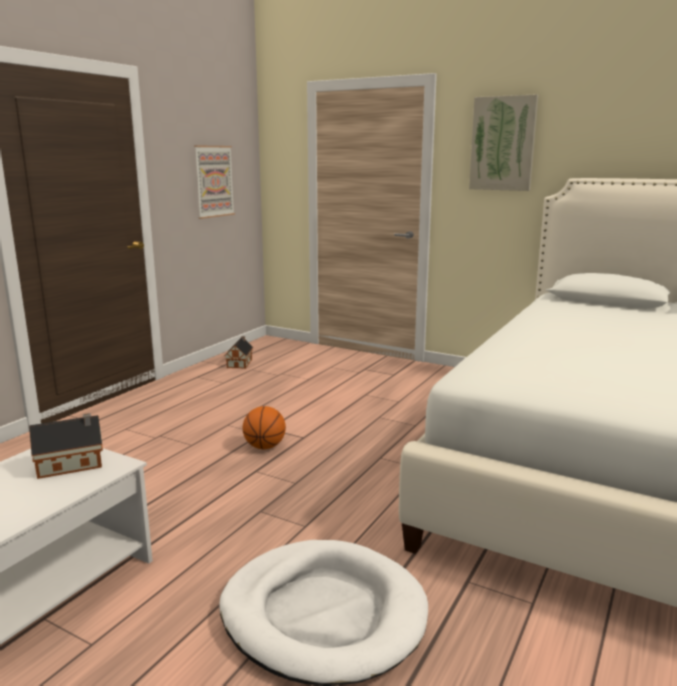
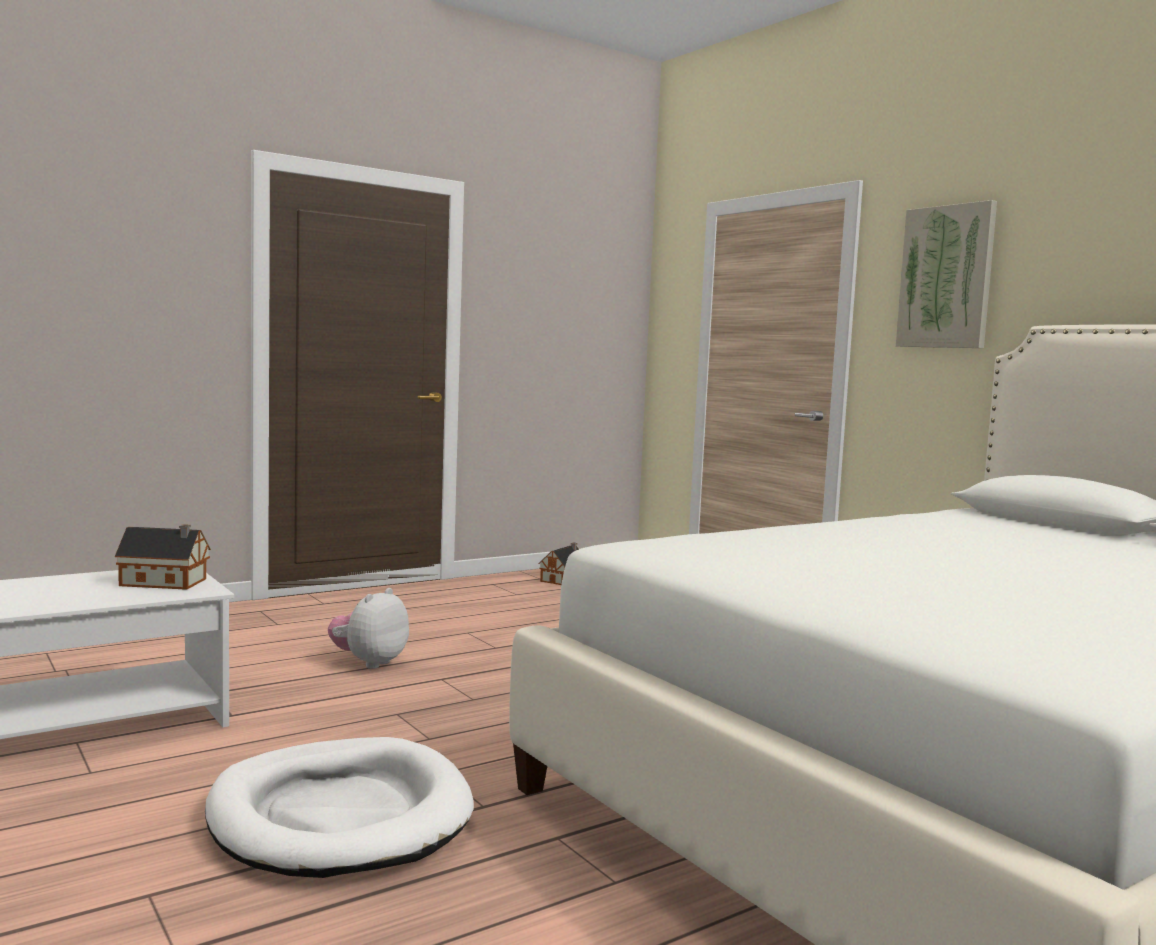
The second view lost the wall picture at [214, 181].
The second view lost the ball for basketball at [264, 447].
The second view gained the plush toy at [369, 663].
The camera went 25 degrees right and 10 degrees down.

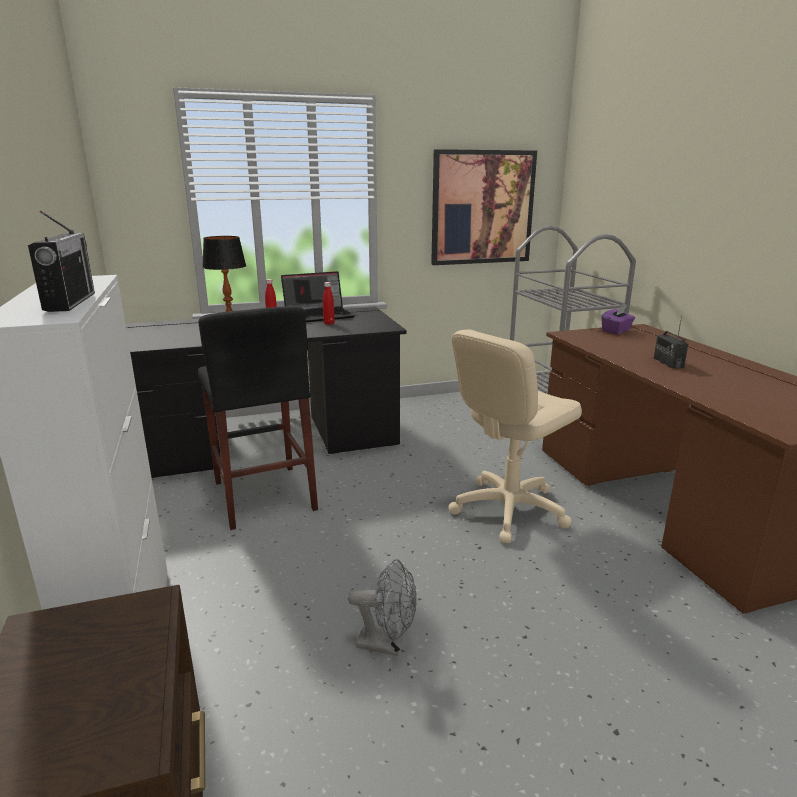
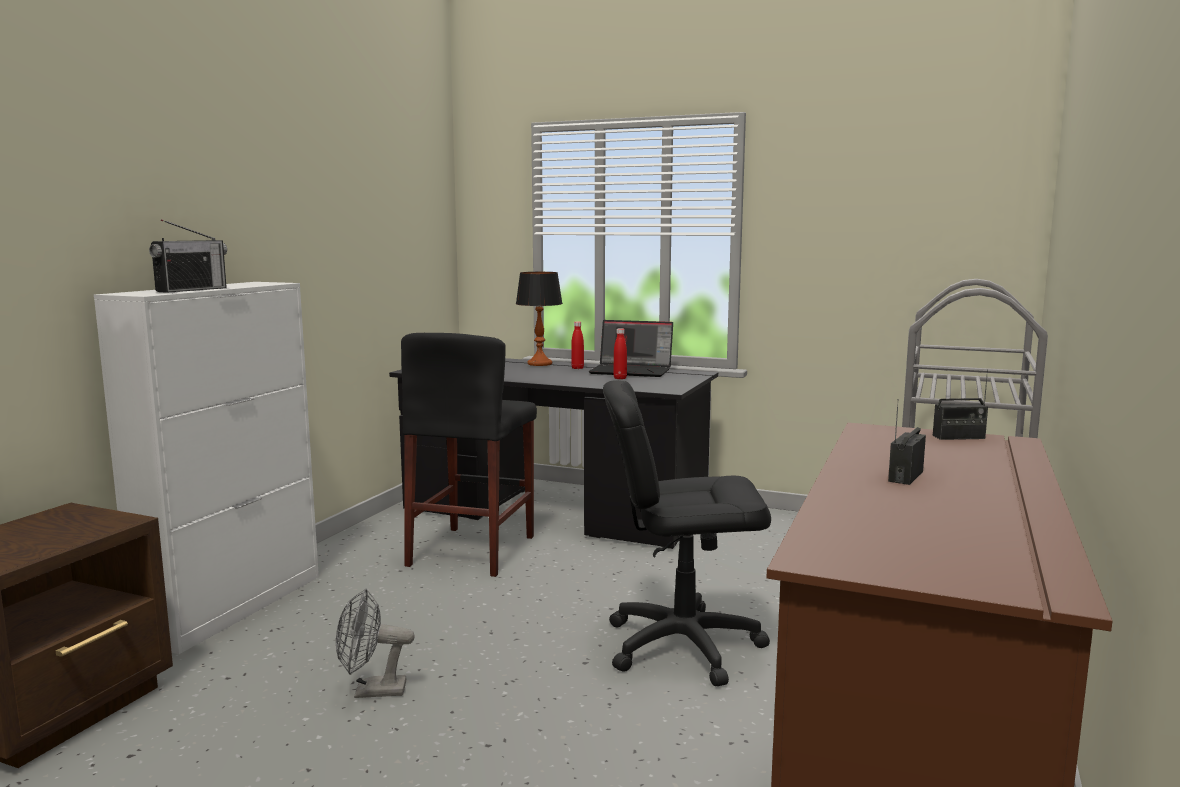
The second view lost the wall picture at [482, 208].
Where the purple-coloured box of tissues stood at [616, 331], the radio receiver came to stand at [958, 437].
What was the sand-coloured computer chair at [508, 509] turned into the black computer chair at [682, 645].
The greyish fan at [387, 644] ended up facing another way, 120 degrees clockwise from before.
The camera went 40 degrees right and 10 degrees down.

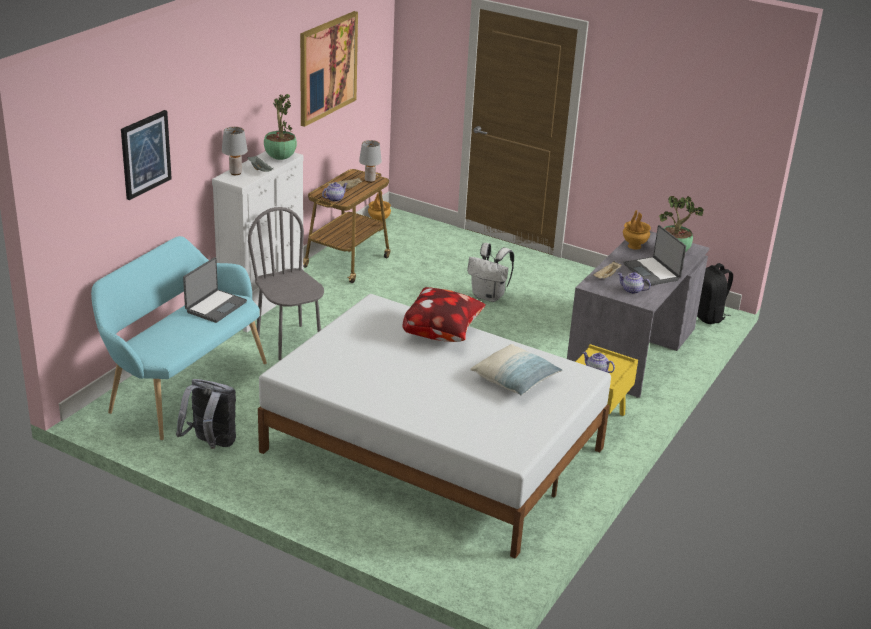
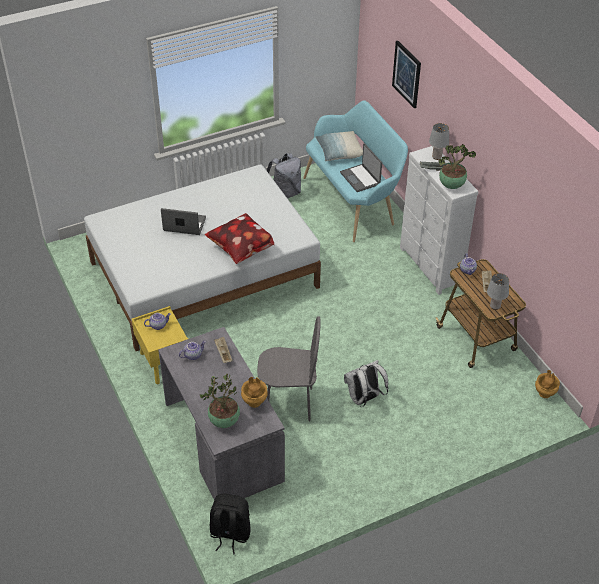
The second view lost the wall picture at [327, 67].
The greyish upright chair ended up elsewhere, having gone from [289, 342] to [289, 403].
The portable computer ended up elsewhere, having gone from [652, 272] to [184, 225].
The throw pillow ended up elsewhere, having gone from [515, 380] to [339, 152].
The camera went 125 degrees right and 15 degrees up.

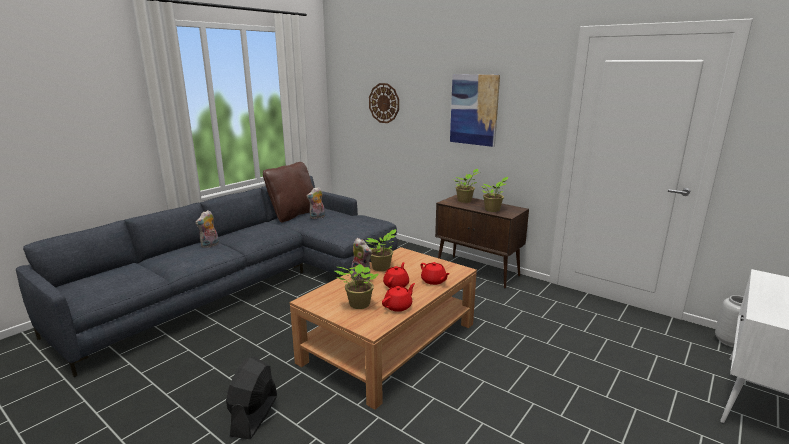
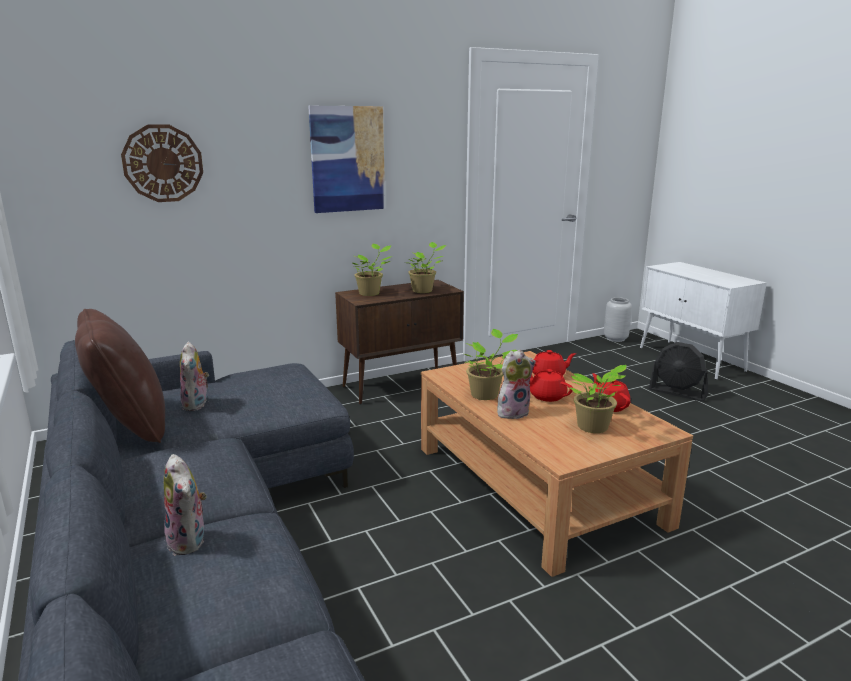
The black fan ended up elsewhere, having gone from [254, 415] to [677, 392].
The camera went 65 degrees left and 0 degrees up.

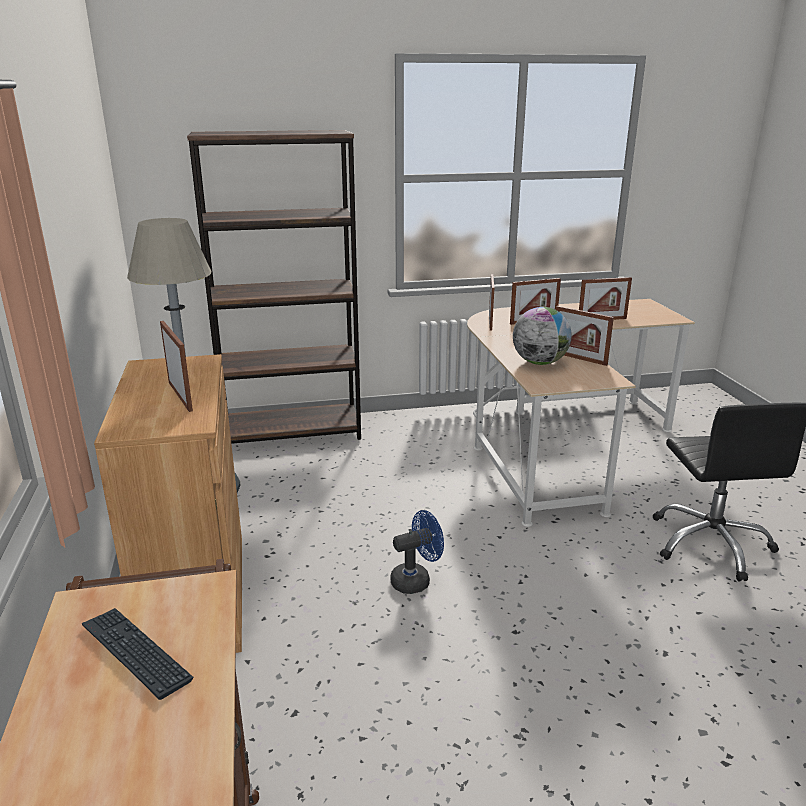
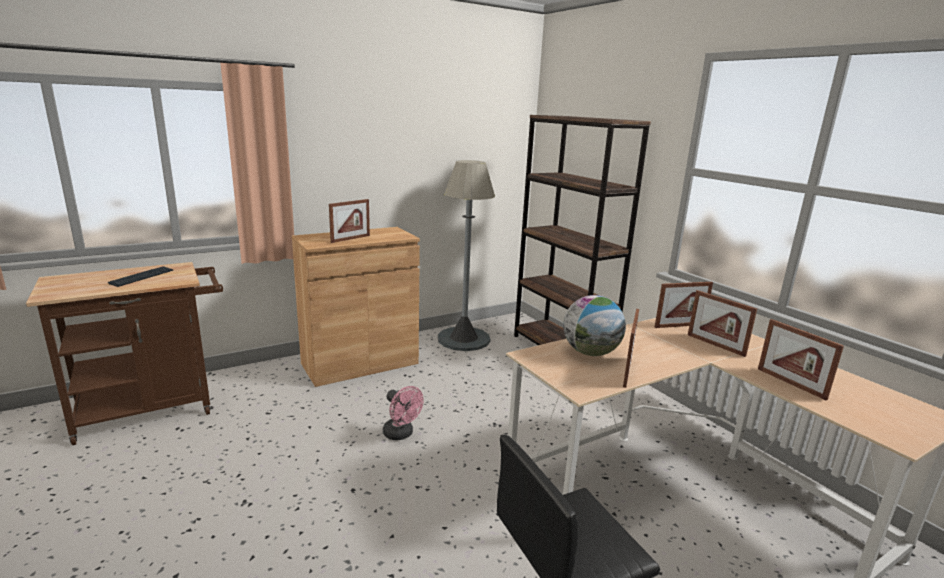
What was the blue-coloured fan at [416, 580] turned into the pink fan at [401, 434].
The camera went 70 degrees right and 5 degrees down.

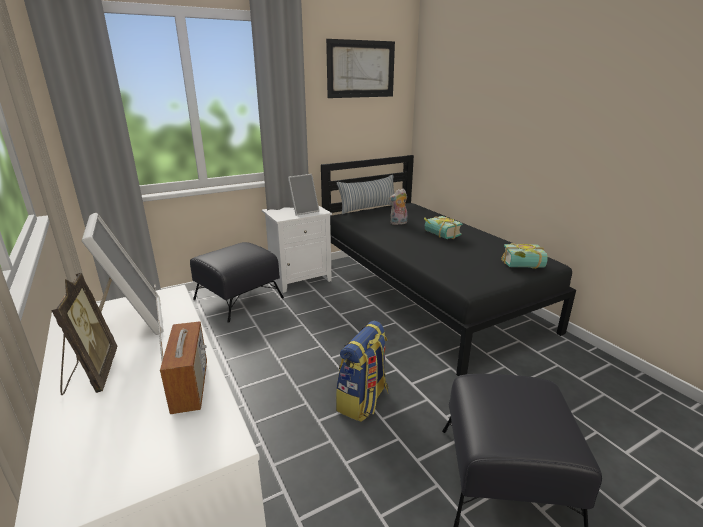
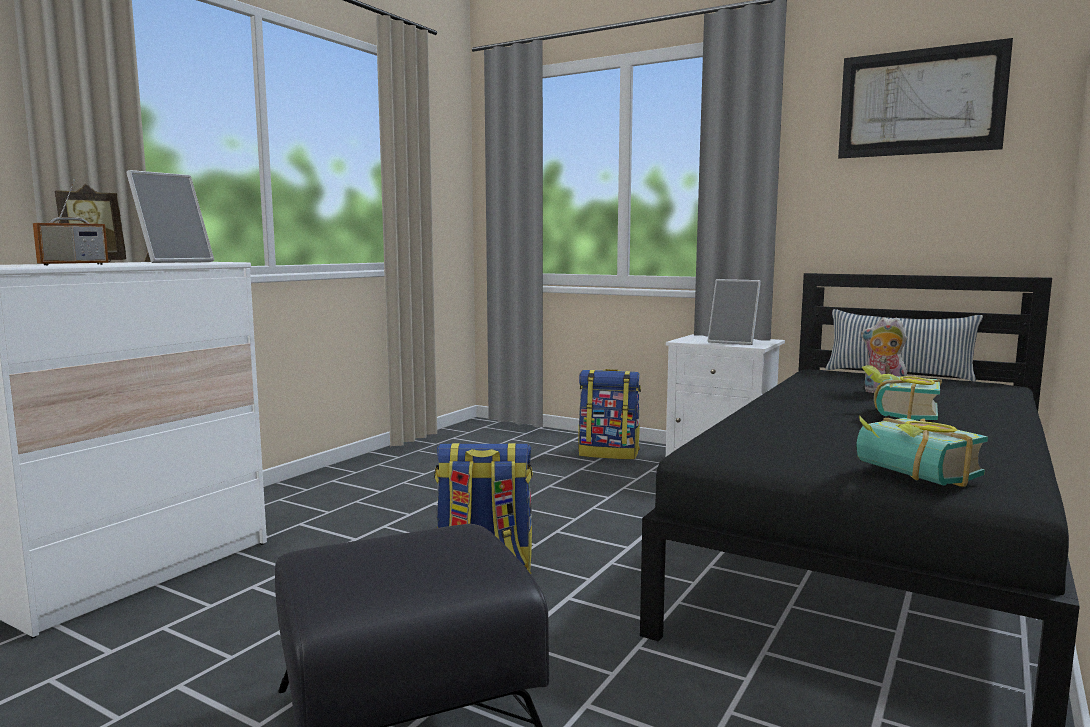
Where the black ottoman stood at [239, 298], the backpack came to stand at [609, 453].
The camera went 60 degrees right and 15 degrees down.

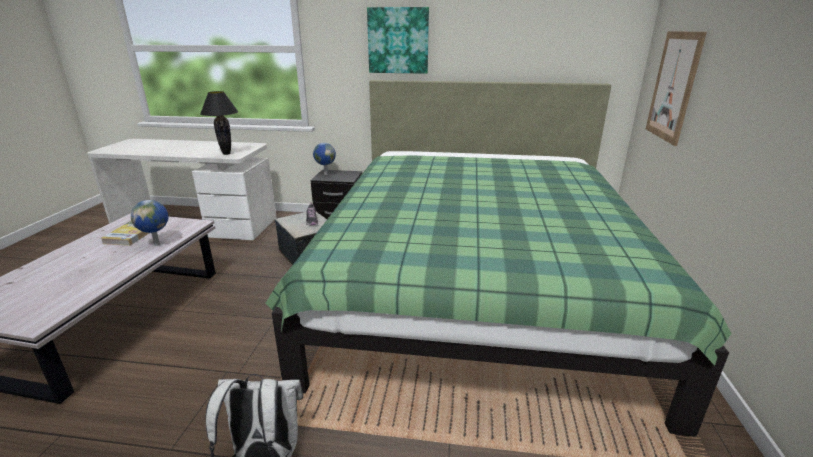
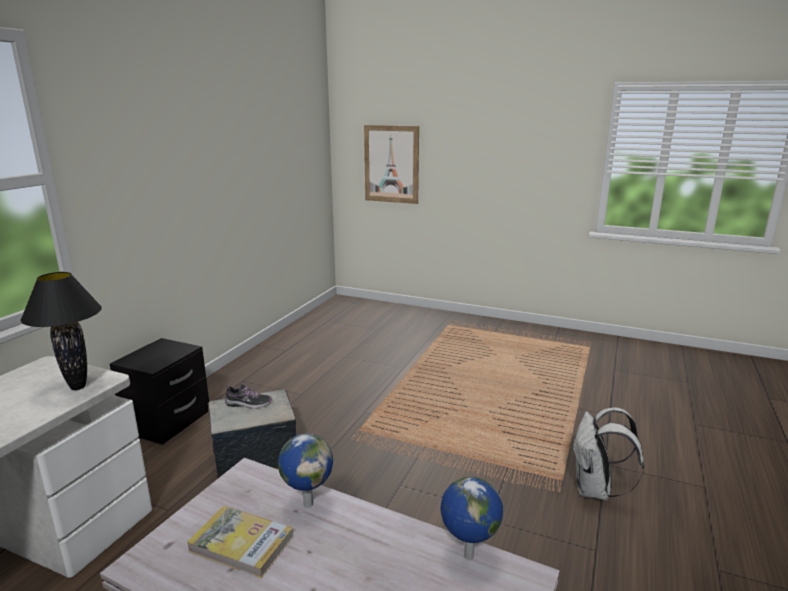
The second view lost the wall picture at [398, 40].
The second view lost the green-coloured sleeping bed at [475, 287].
The globe ended up elsewhere, having gone from [325, 174] to [467, 556].
The camera went 75 degrees left and 5 degrees down.

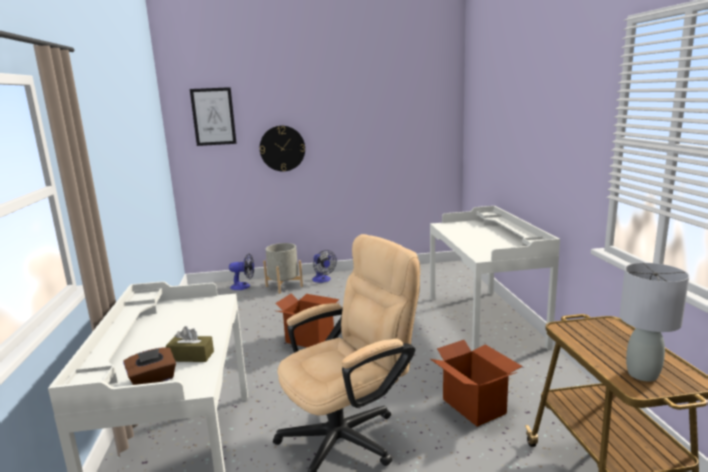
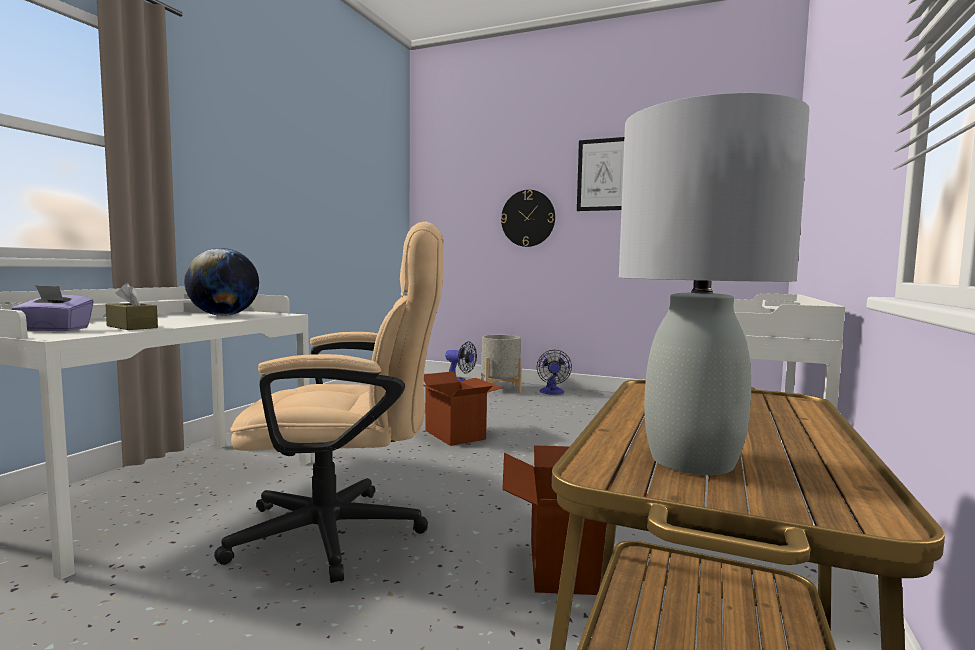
The wall picture ended up elsewhere, having gone from [213, 116] to [602, 175].
What was the brownish box of tissues at [153, 380] turned into the purple-coloured box of tissues at [55, 329].
The second view gained the globe at [224, 315].
The camera went 30 degrees right and 10 degrees down.

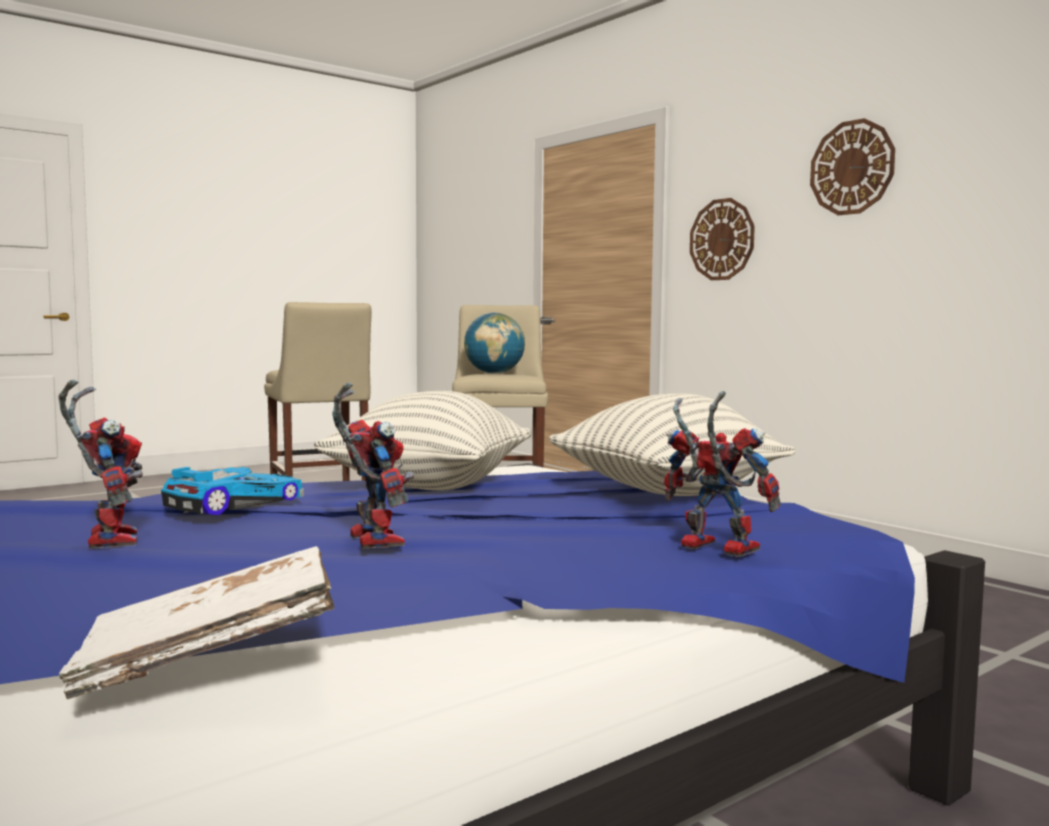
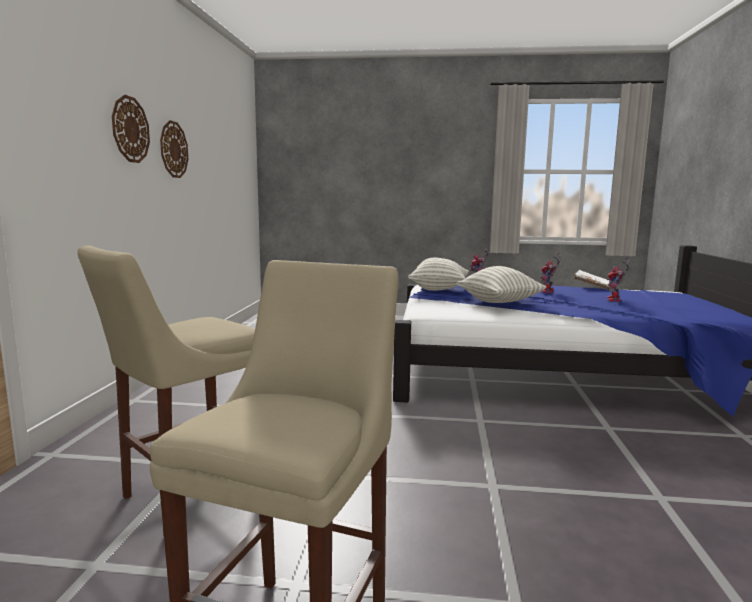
The wall clock ended up elsewhere, having gone from [722, 239] to [173, 149].
The second view lost the globe at [494, 373].
The second view lost the toy car at [233, 503].
The camera went 135 degrees left and 5 degrees up.

